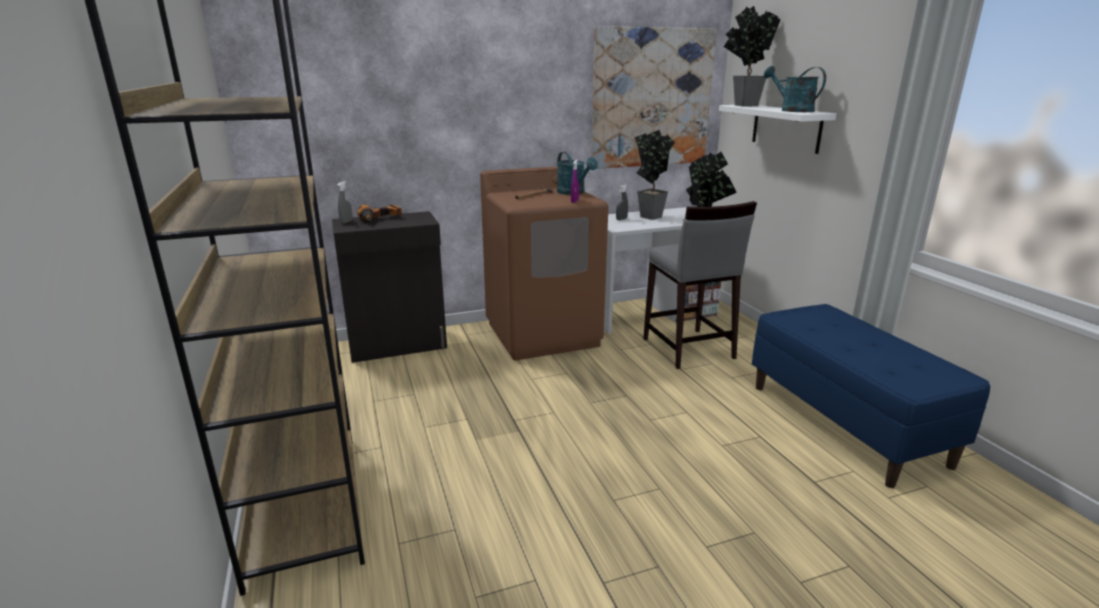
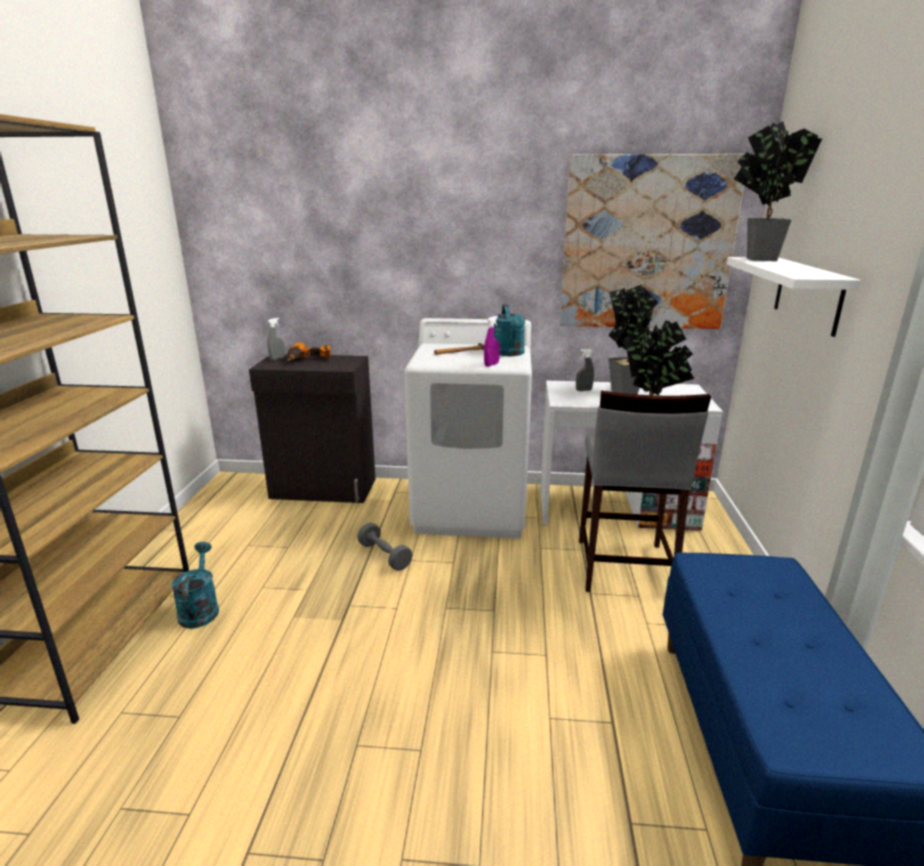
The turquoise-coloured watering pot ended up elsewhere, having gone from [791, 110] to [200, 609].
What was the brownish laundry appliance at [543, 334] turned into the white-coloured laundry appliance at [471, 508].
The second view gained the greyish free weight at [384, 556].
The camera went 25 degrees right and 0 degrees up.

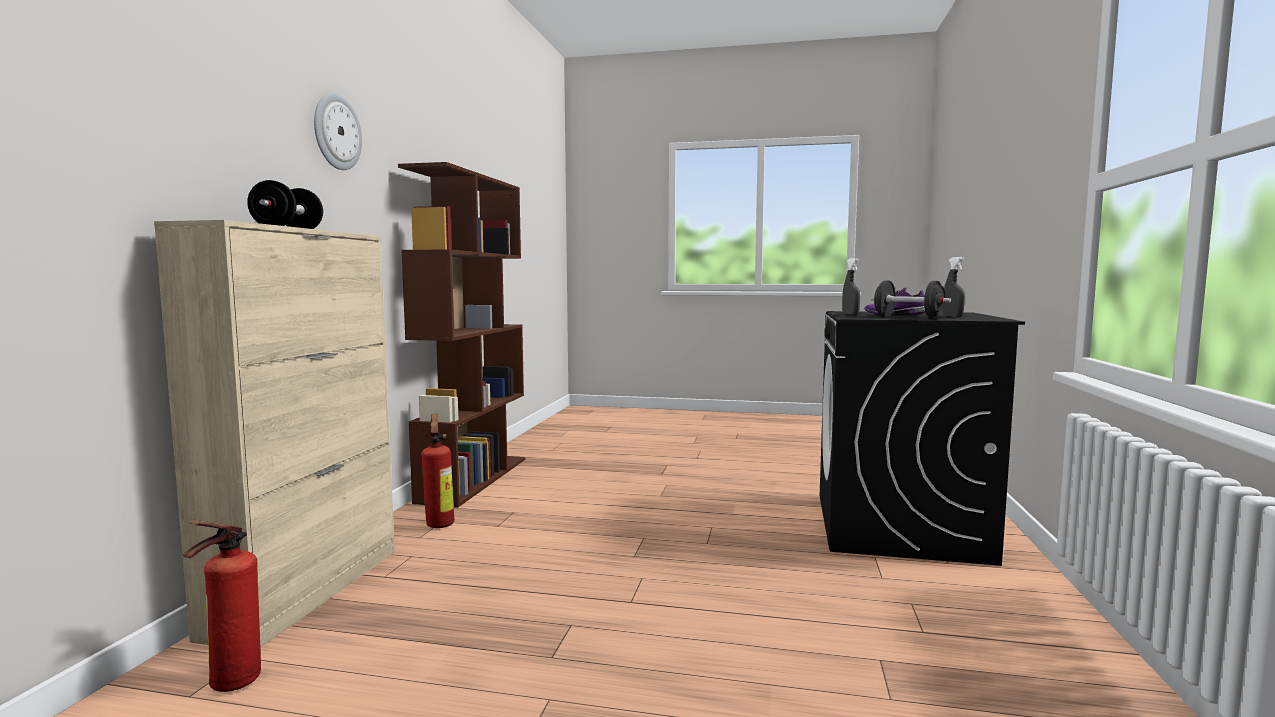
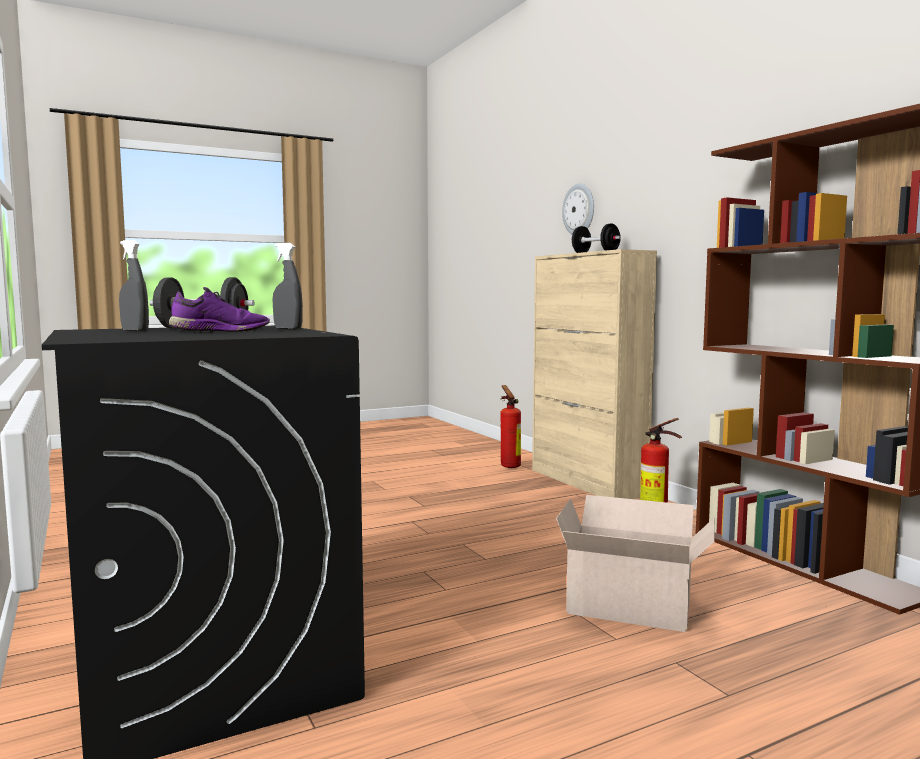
The wall clock ended up elsewhere, having gone from [336, 132] to [579, 209].
The second view gained the cardboard box at [633, 607].
The camera went 140 degrees right and 0 degrees up.

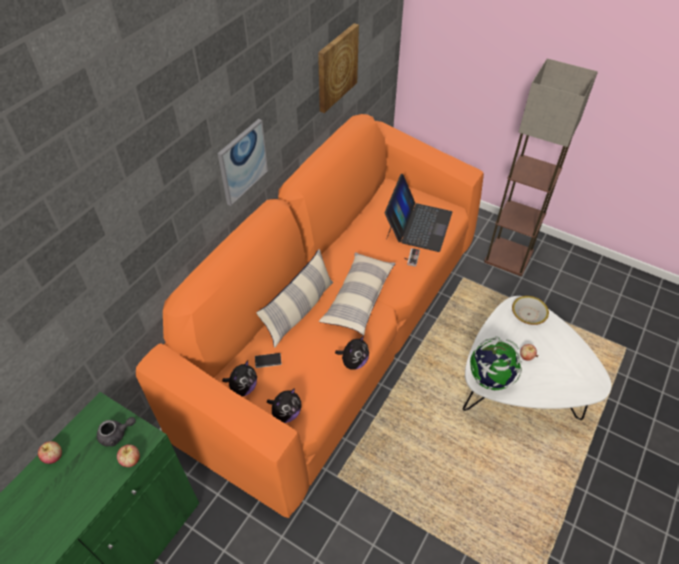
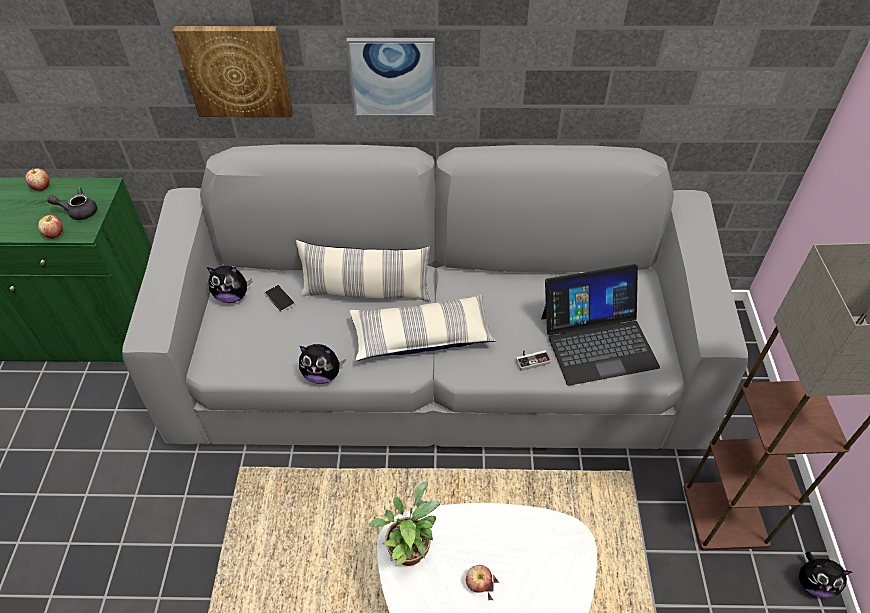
The wall picture ended up elsewhere, having gone from [336, 67] to [236, 71].
What was the orangey sofa at [339, 329] turned into the greyish sofa at [437, 372].
The second view lost the deep dish at [528, 314].
Where the globe stood at [489, 378], the houseplant came to stand at [409, 548].
The plush toy ended up elsewhere, having gone from [286, 413] to [813, 583].
The greyish pot for tea at [116, 435] ended up facing another way, 135 degrees clockwise from before.
The camera went 60 degrees right and 0 degrees up.

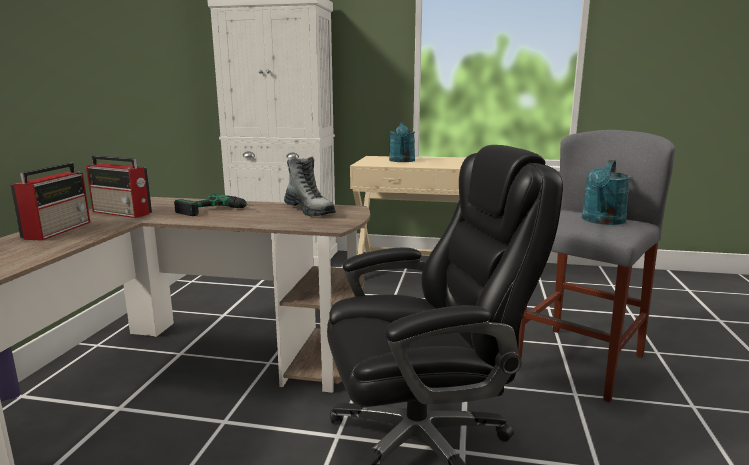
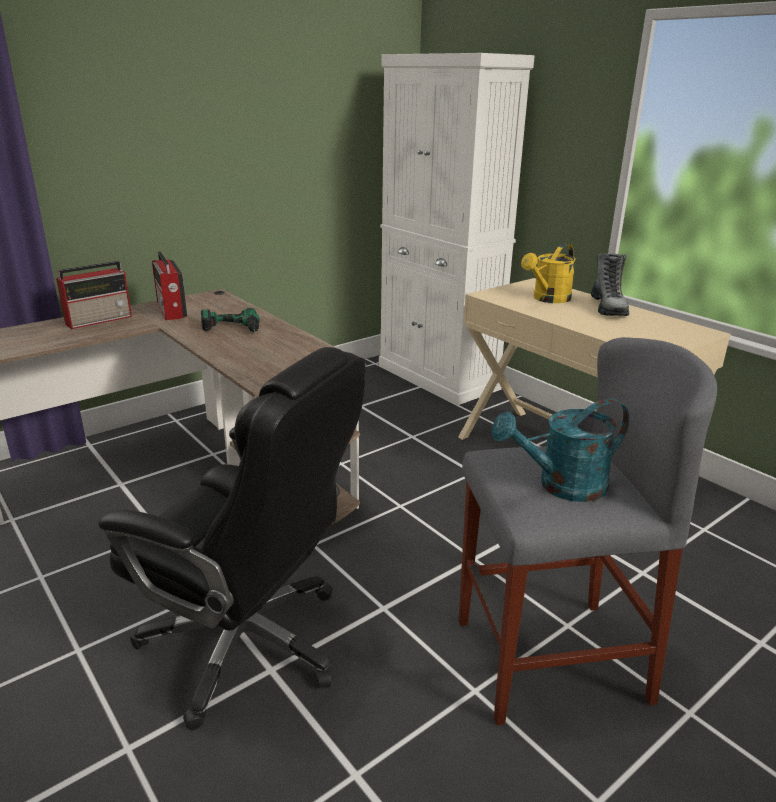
What was the turquoise-coloured watering pot at [402, 161] turned into the yellowish watering pot at [548, 299].
The boot ended up elsewhere, having gone from [310, 211] to [608, 308].
The camera went 40 degrees right and 10 degrees up.

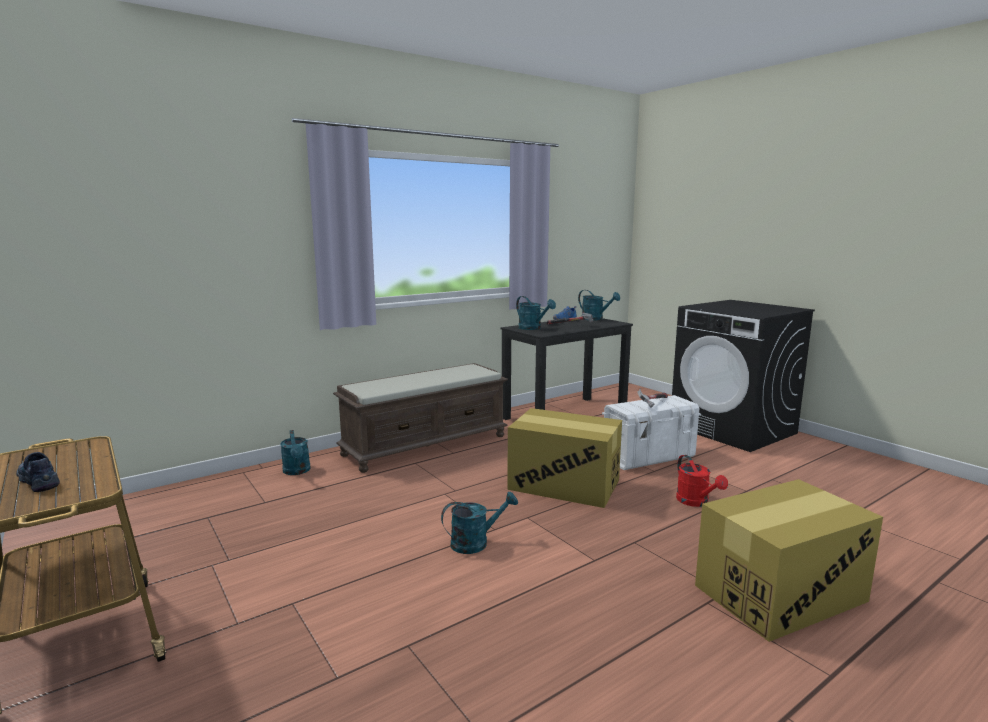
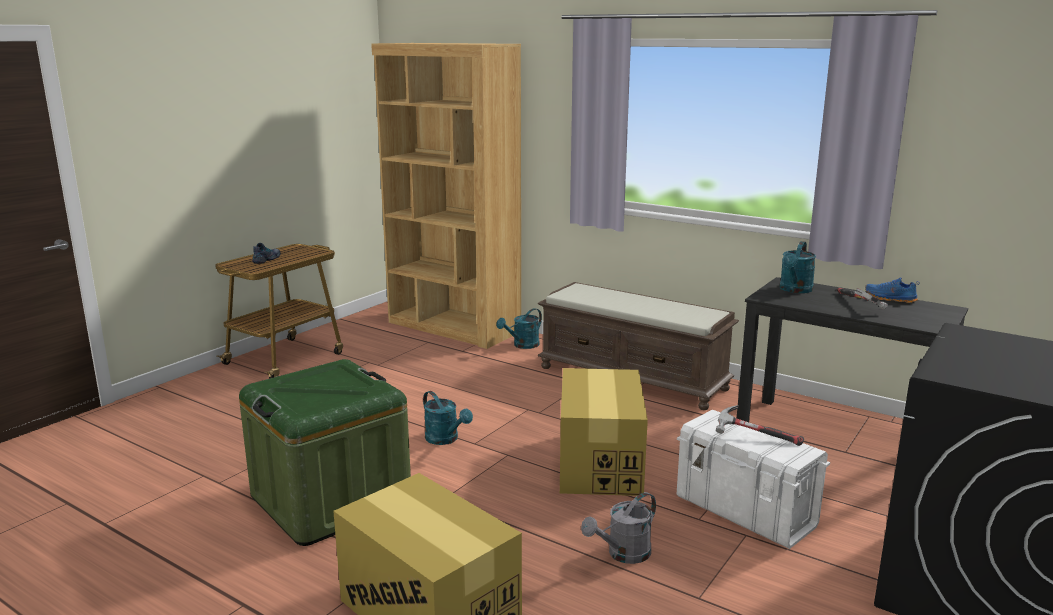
The second view lost the turquoise-coloured watering pot at [596, 319].
What was the reddish watering pot at [696, 502] turned into the greyish watering pot at [623, 554].
The second view gained the brownish bookshelf at [453, 327].
The second view gained the green-coloured storage box at [331, 500].
The camera went 70 degrees right and 5 degrees up.

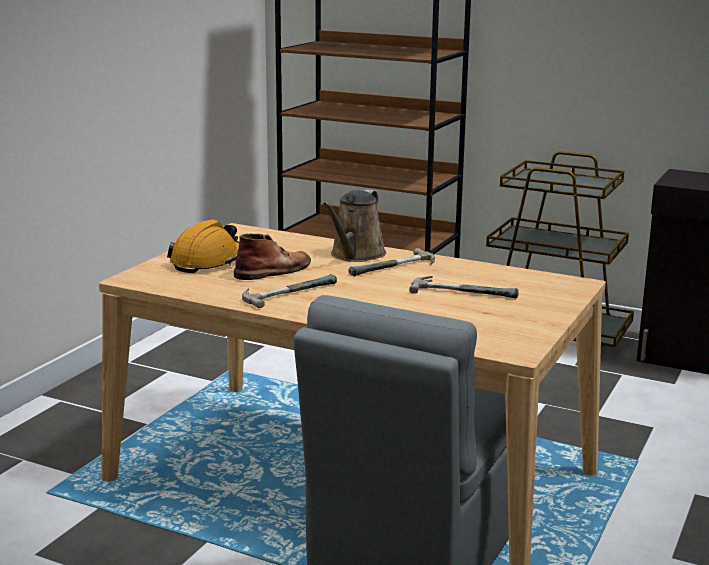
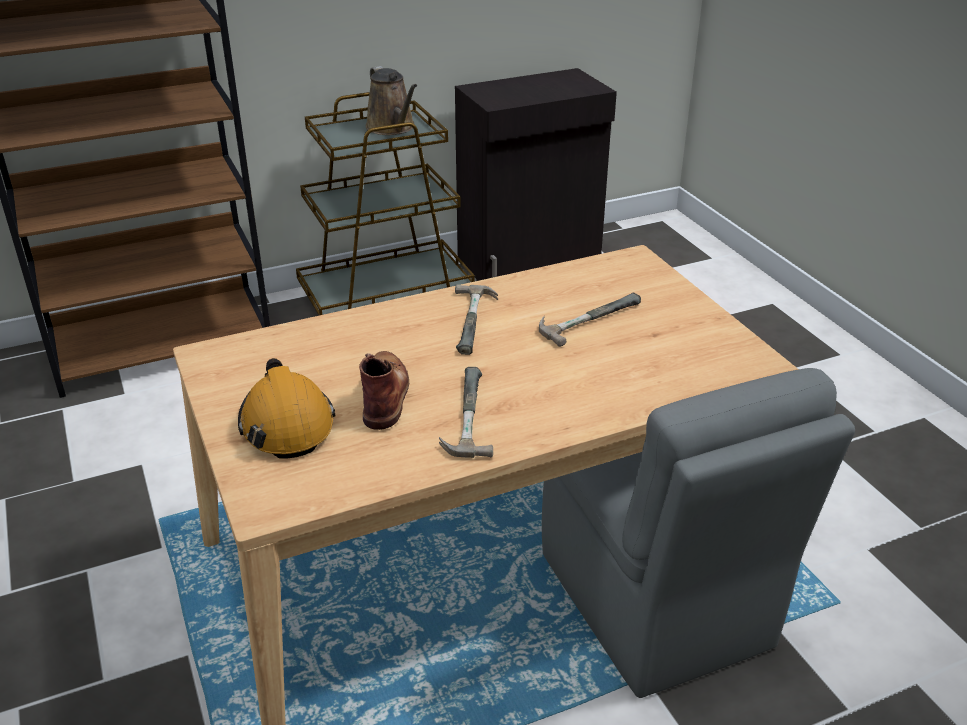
The brownish watering pot ended up elsewhere, having gone from [355, 255] to [392, 128].
The camera went 50 degrees left and 15 degrees up.

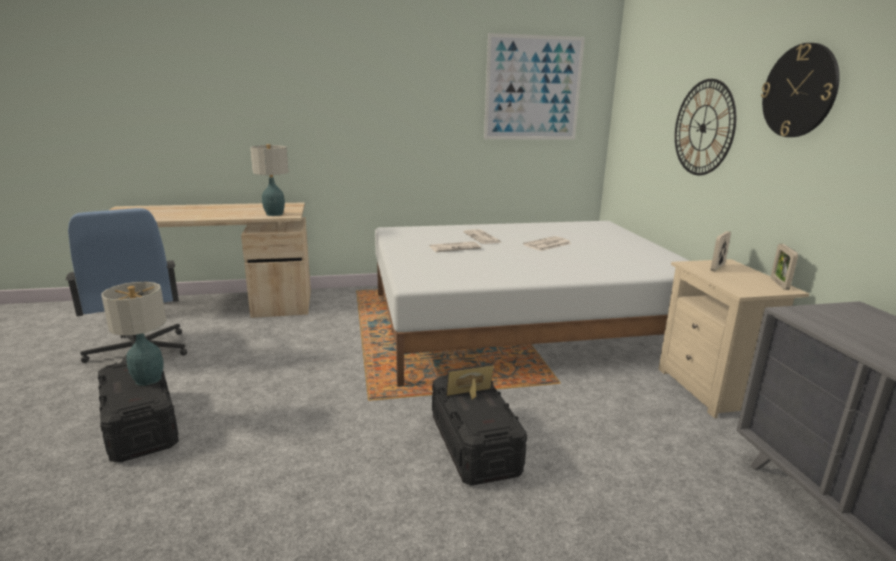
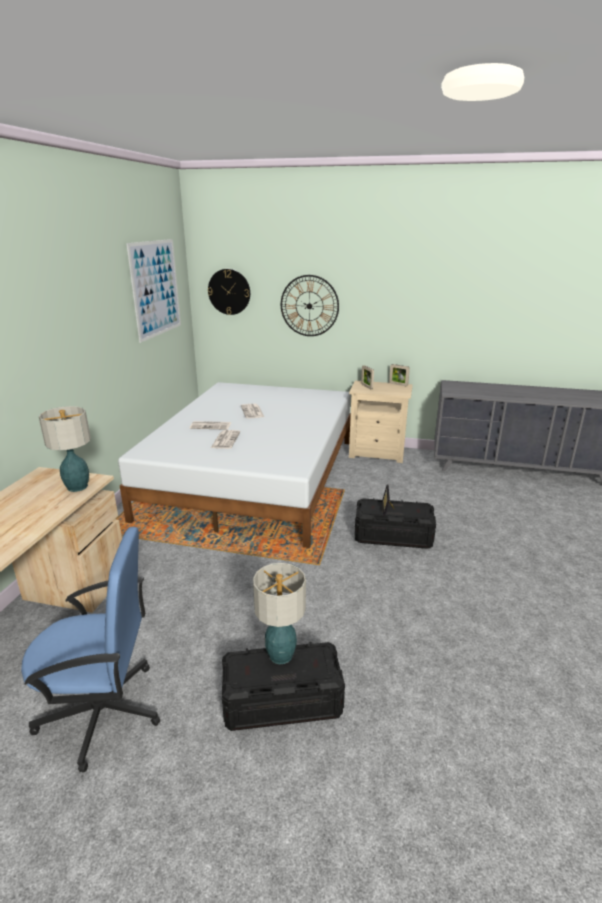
The wall clock ended up elsewhere, having gone from [799, 91] to [229, 292].
The camera went 65 degrees left and 5 degrees up.

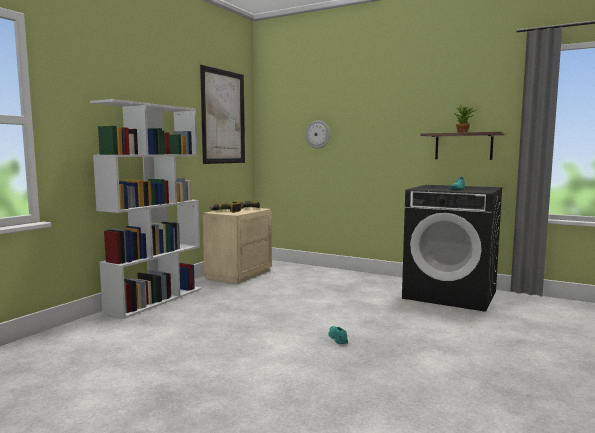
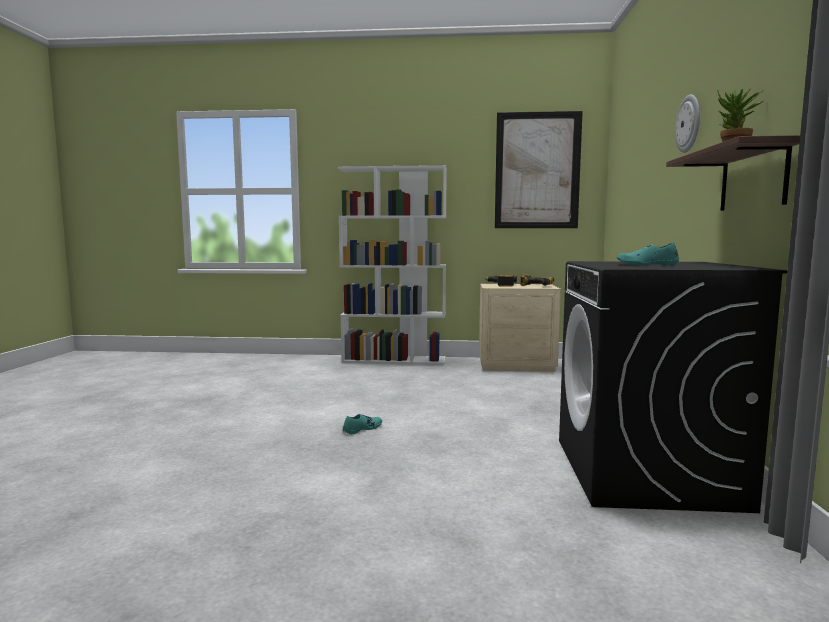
The wall clock ended up elsewhere, having gone from [318, 134] to [689, 123].
The camera went 65 degrees right and 0 degrees up.

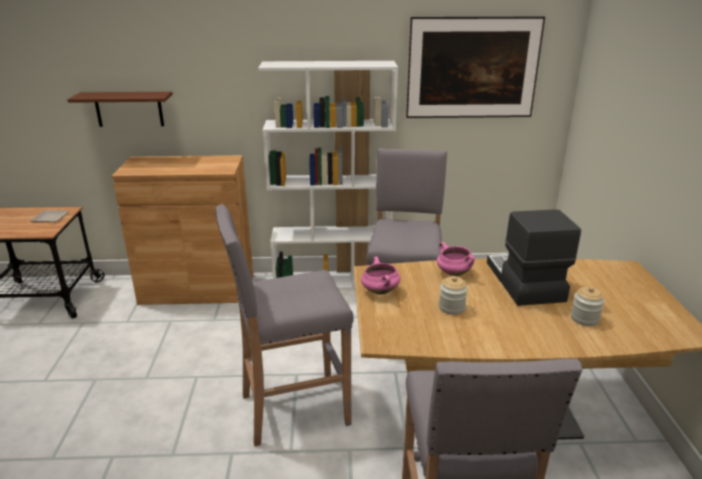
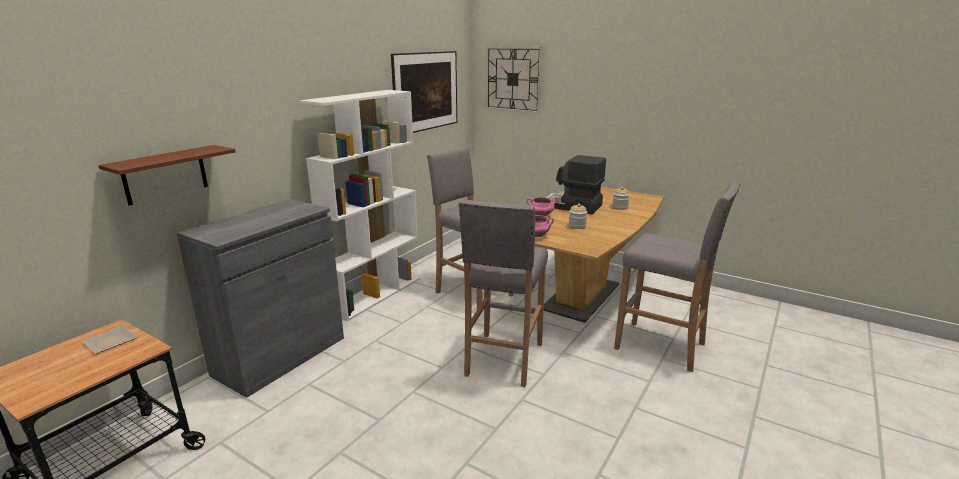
What was the brownish cupboard at [197, 289] turned into the greyish cupboard at [280, 356].
The second view gained the wall clock at [513, 79].
The camera went 55 degrees left and 5 degrees down.

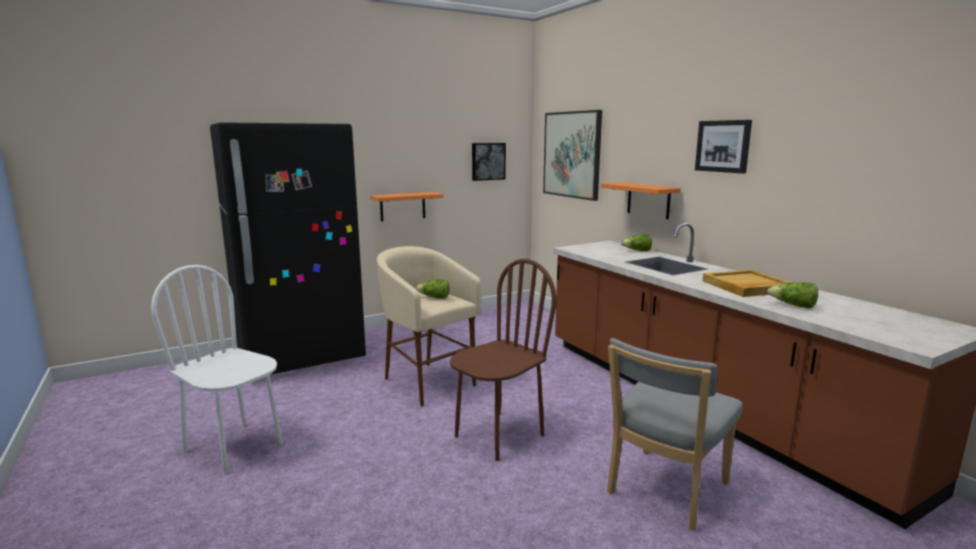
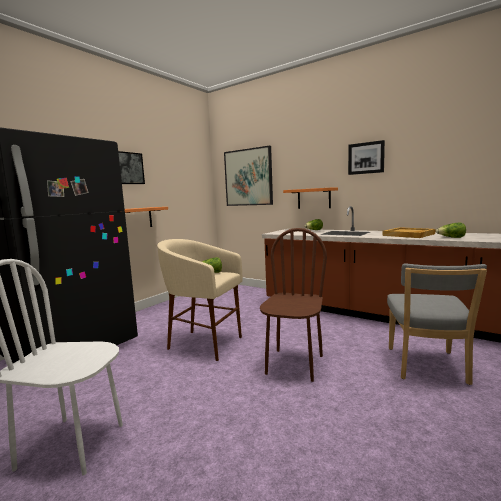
The wall picture ended up elsewhere, having gone from [487, 161] to [128, 168].
The camera went 25 degrees left and 5 degrees down.

